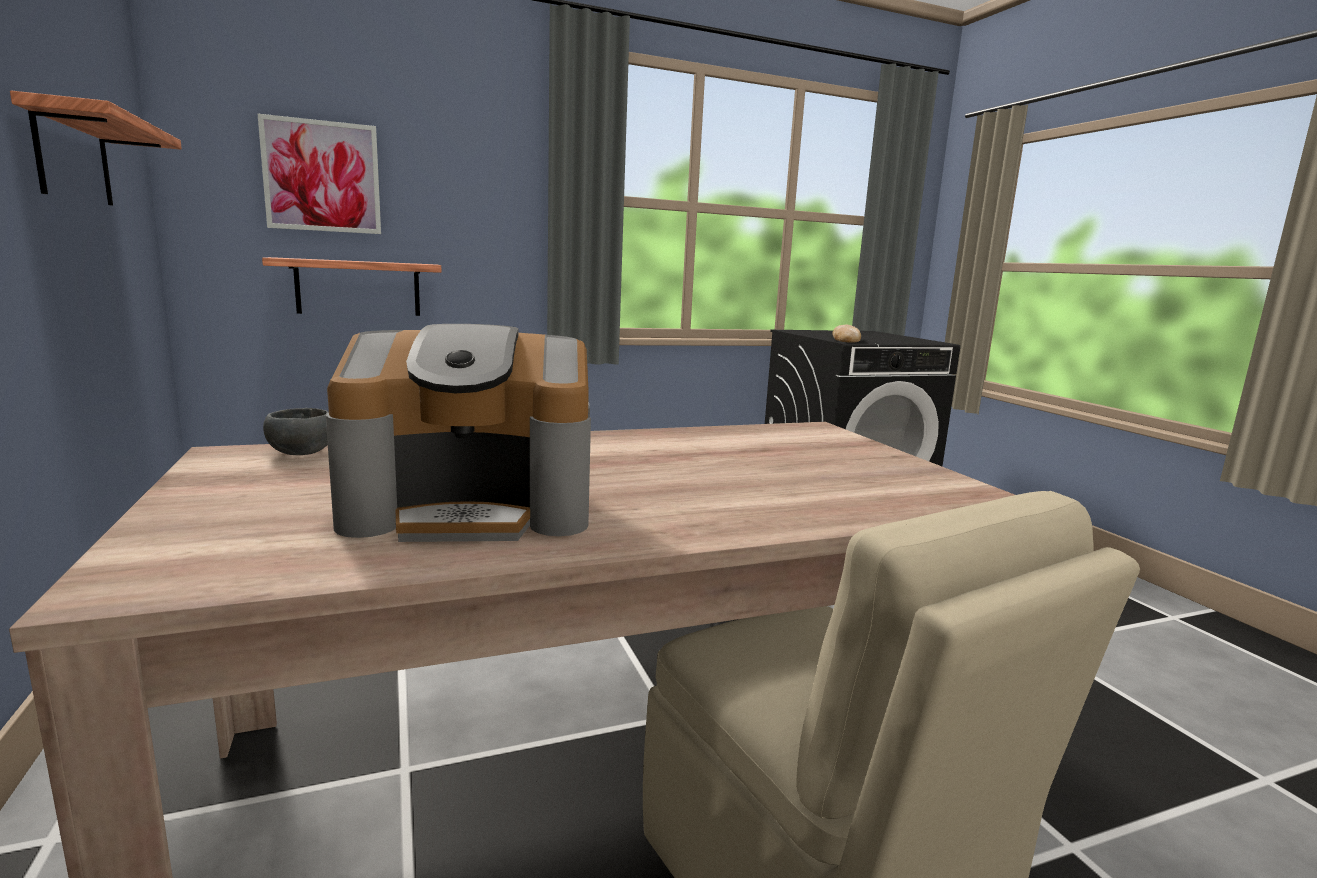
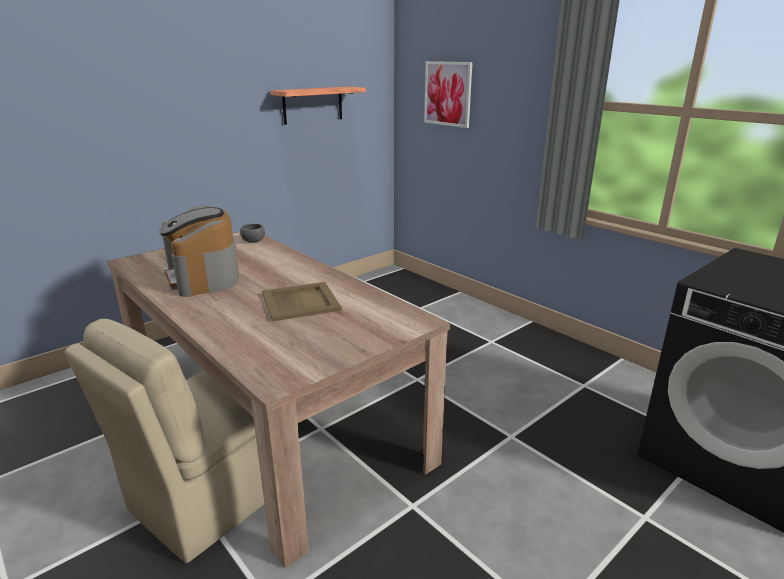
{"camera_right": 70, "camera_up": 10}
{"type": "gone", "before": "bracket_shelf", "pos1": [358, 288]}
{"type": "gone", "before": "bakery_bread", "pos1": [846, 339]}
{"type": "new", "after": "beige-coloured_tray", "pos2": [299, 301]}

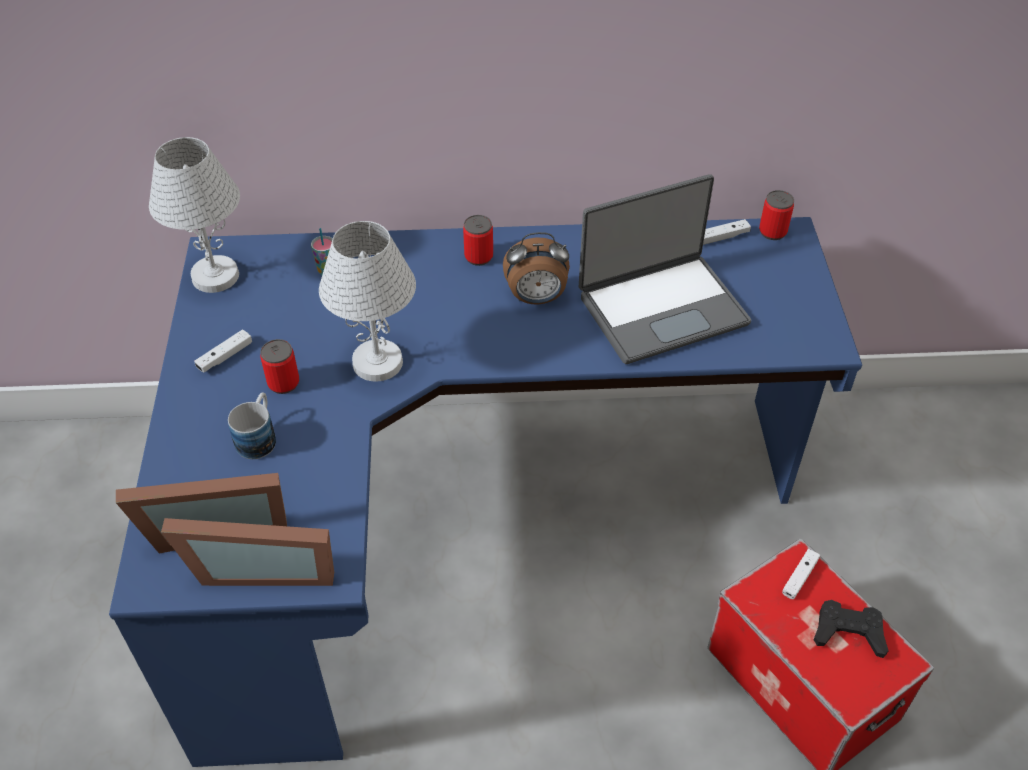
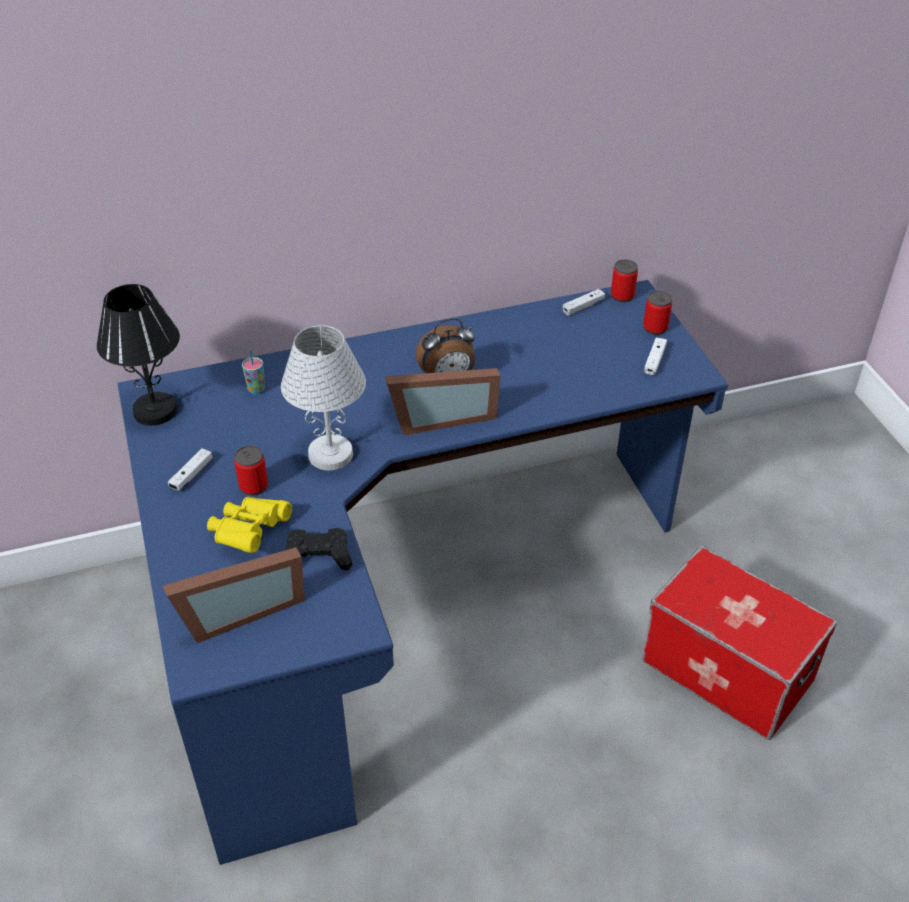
{"camera_right": -15, "camera_up": -5}
{"type": "gone", "before": "notebook_computer", "pos1": [661, 308]}
{"type": "shifted", "before": "photo_frame", "pos1": [263, 566], "pos2": [441, 417]}
{"type": "shifted", "before": "sealed_can", "pos1": [478, 257], "pos2": [655, 328]}
{"type": "shifted", "before": "whitish_joypad", "pos1": [799, 577], "pos2": [654, 360]}
{"type": "shifted", "before": "blackish_joypad", "pos1": [849, 632], "pos2": [317, 556]}
{"type": "swapped", "before": "tea_mug", "after": "yellow_binoculars", "pos1": [259, 436], "pos2": [249, 533]}
{"type": "repainted", "before": "whitish_lamp_for_a_table", "after": "blackish_lamp_for_a_table", "pos1": [216, 276], "pos2": [156, 411]}

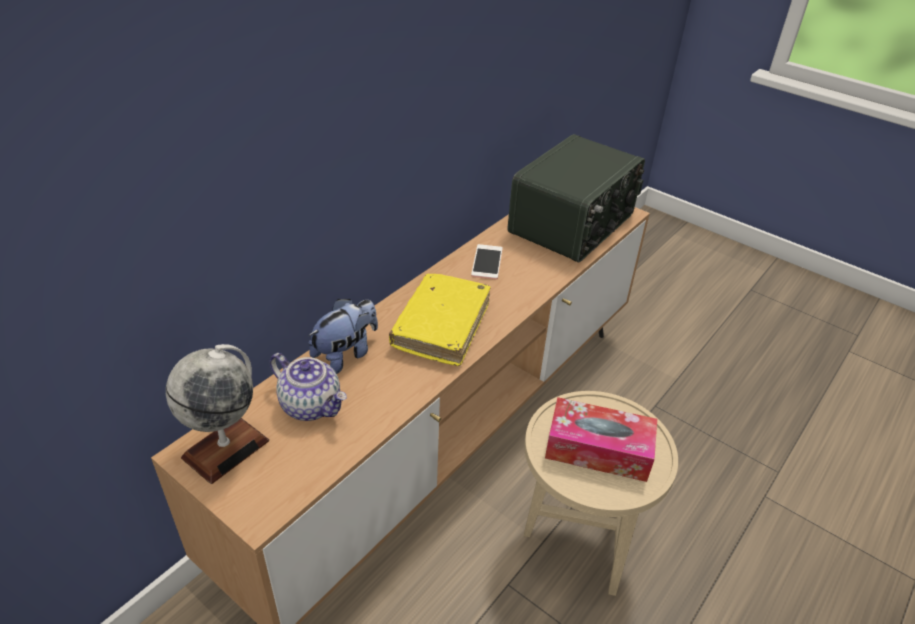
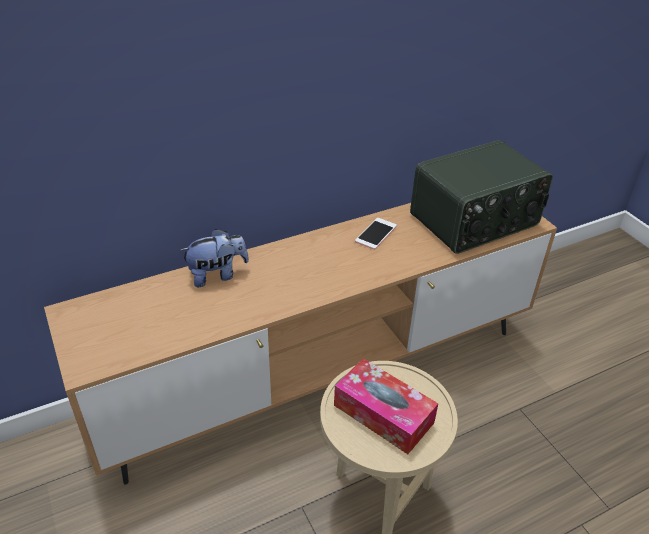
{"camera_right": 25, "camera_up": 0}
{"type": "gone", "before": "globe", "pos1": [226, 448]}
{"type": "gone", "before": "teapot", "pos1": [312, 405]}
{"type": "gone", "before": "yellow_book", "pos1": [441, 326]}

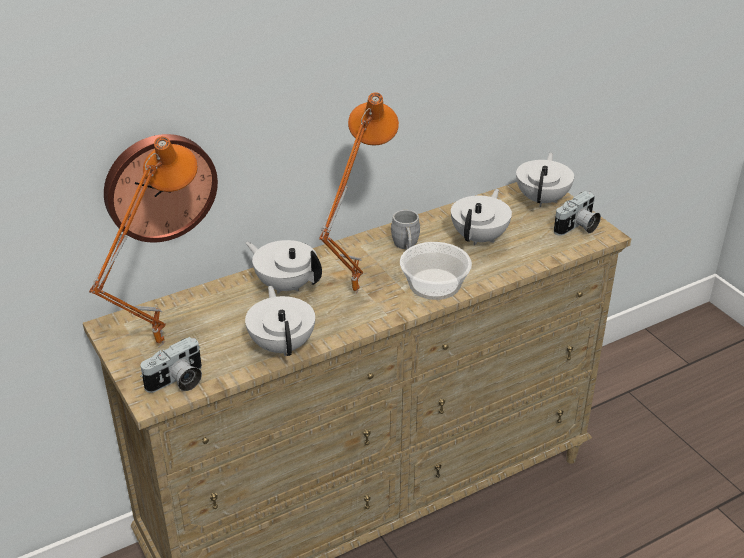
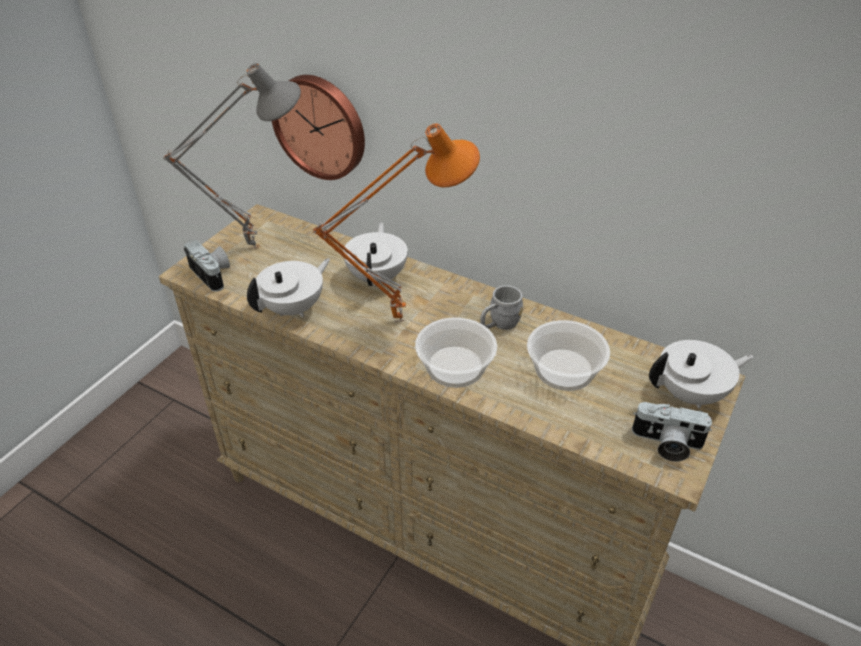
{"camera_right": 60, "camera_up": 5}
{"type": "swapped", "before": "whitish_teapot", "after": "deep_dish", "pos1": [480, 237], "pos2": [565, 370]}
{"type": "repainted", "before": "orangey_lamp_for_a_table", "after": "grey_lamp_for_a_table", "pos1": [158, 343], "pos2": [254, 246]}
{"type": "rotated", "before": "photo_camera", "pos1": [177, 382], "pos2": [213, 274], "turn": -150}

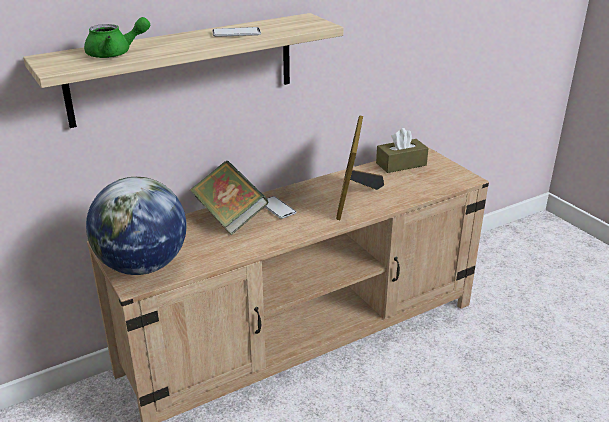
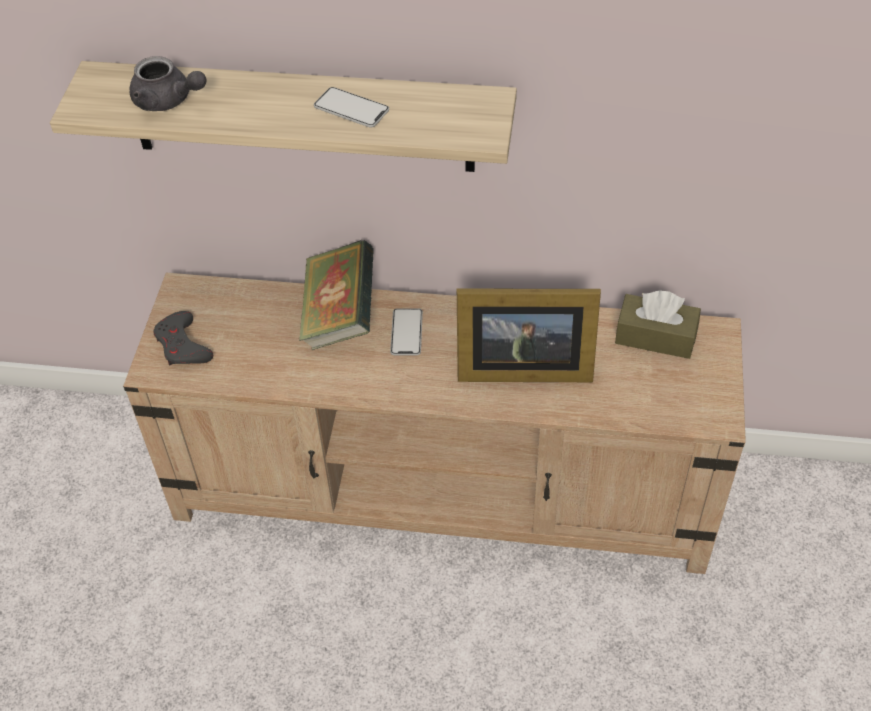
{"camera_right": 40, "camera_up": 20}
{"type": "swapped", "before": "globe", "after": "grey_joypad", "pos1": [142, 266], "pos2": [183, 345]}
{"type": "repainted", "before": "greenish_teapot", "after": "grey_teapot", "pos1": [115, 54], "pos2": [168, 101]}
{"type": "rotated", "before": "photo_frame", "pos1": [354, 197], "pos2": [520, 366], "turn": -135}

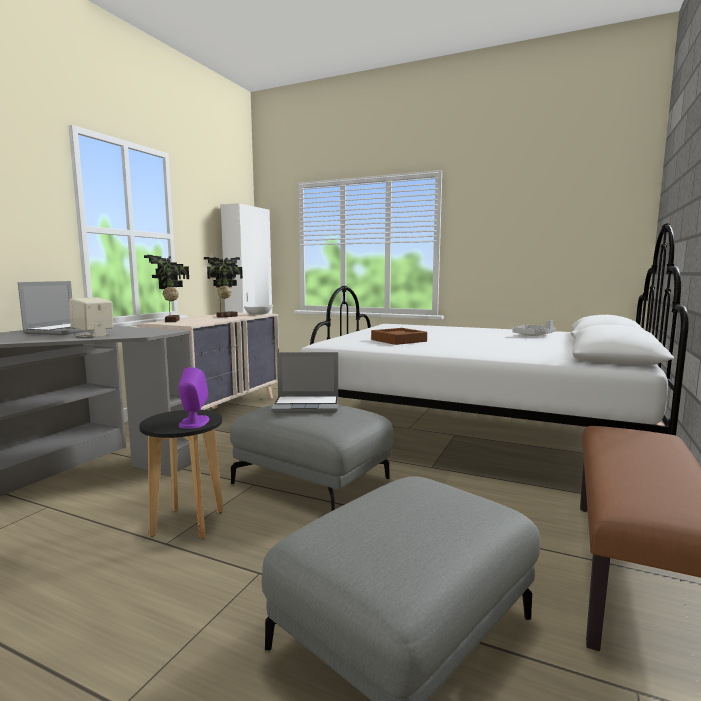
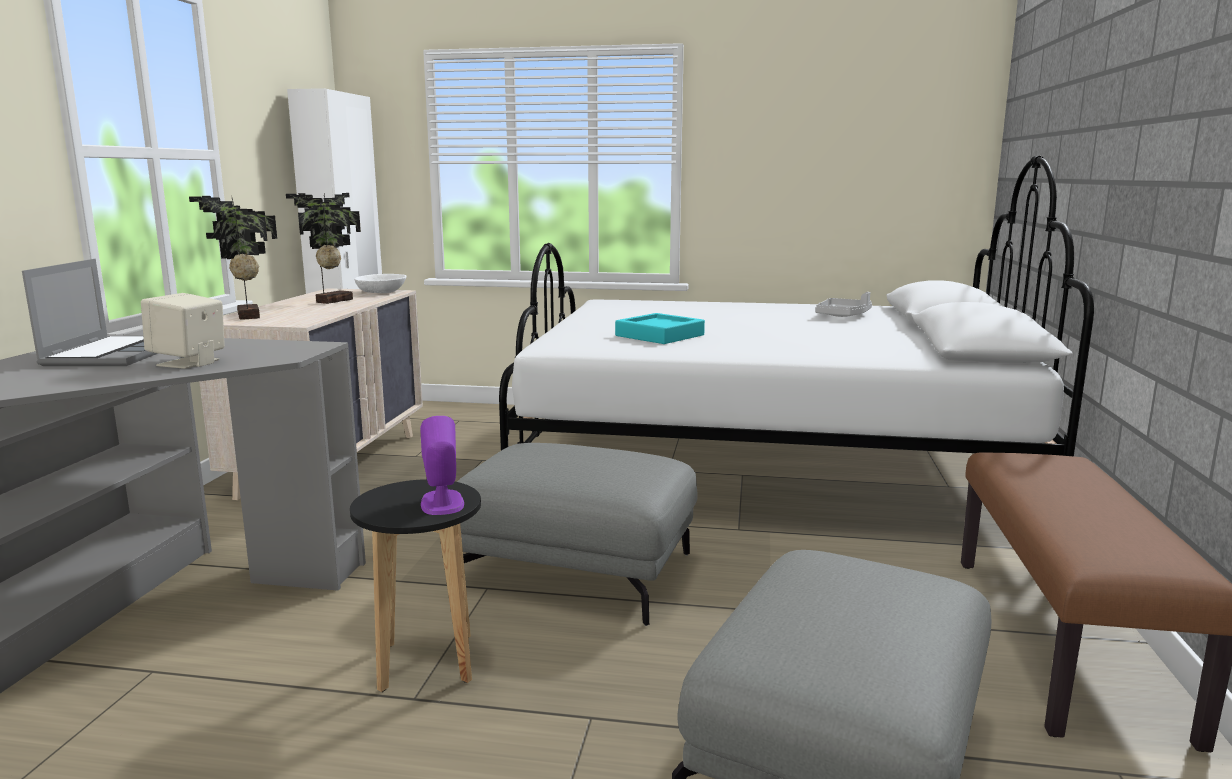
{"camera_right": -15, "camera_up": 5}
{"type": "gone", "before": "notebook_computer", "pos1": [307, 405]}
{"type": "repainted", "before": "brownish_tray", "after": "turquoise_tray", "pos1": [398, 340], "pos2": [659, 335]}

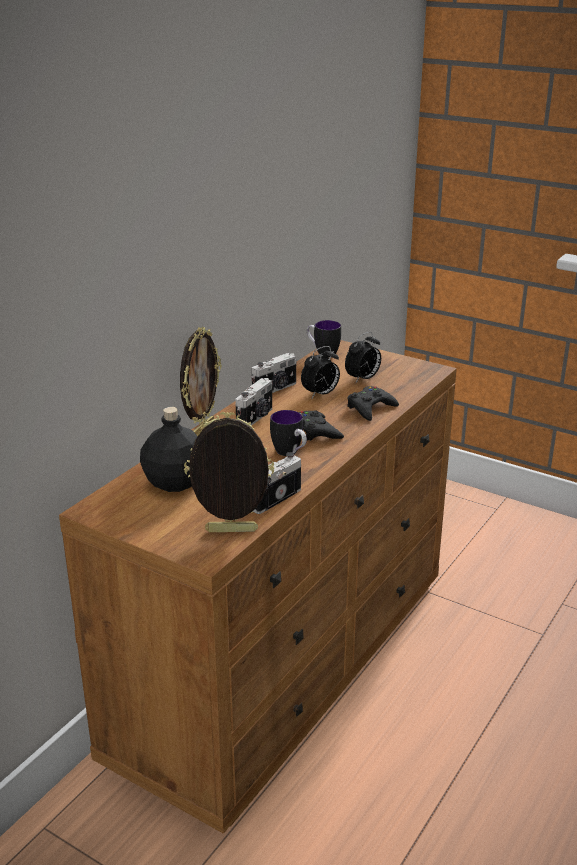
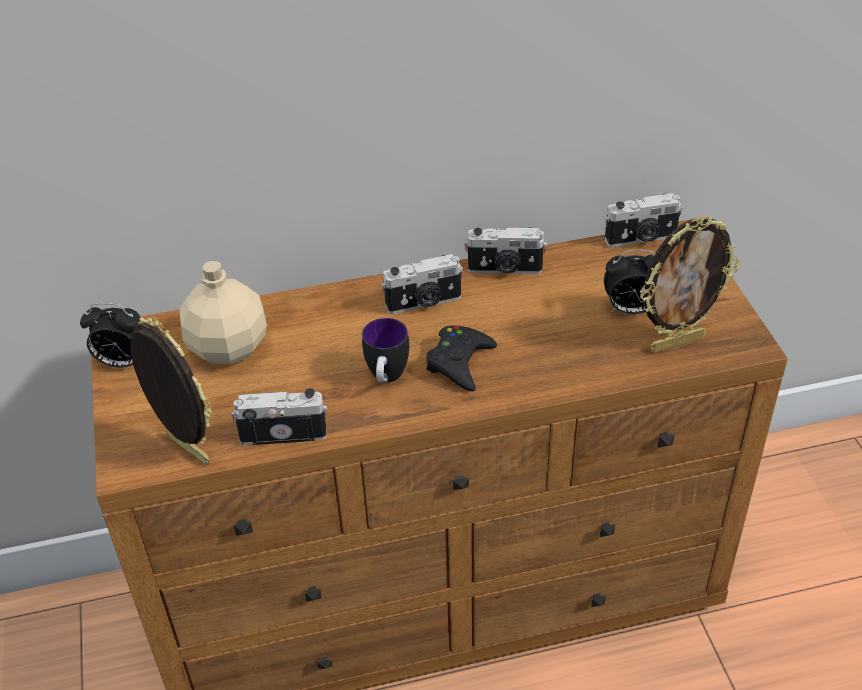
{"camera_right": 45, "camera_up": 15}
{"type": "gone", "before": "blackish_joypad", "pos1": [370, 408]}
{"type": "shifted", "before": "photo_frame", "pos1": [202, 430], "pos2": [676, 342]}
{"type": "shifted", "before": "bedside_clock", "pos1": [320, 394], "pos2": [123, 362]}
{"type": "swapped", "before": "tea_mug", "after": "photo_camera", "pos1": [322, 353], "pos2": [641, 239]}
{"type": "repainted", "before": "blackish_drink_bottle", "after": "beige-coloured_drink_bottle", "pos1": [174, 483], "pos2": [227, 348]}

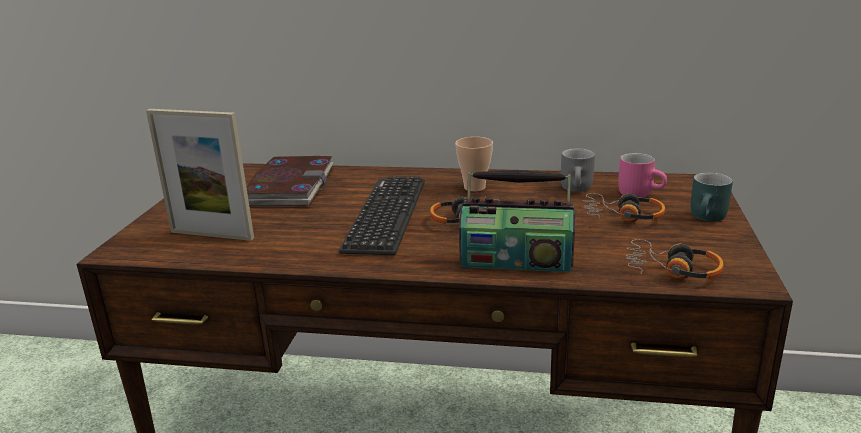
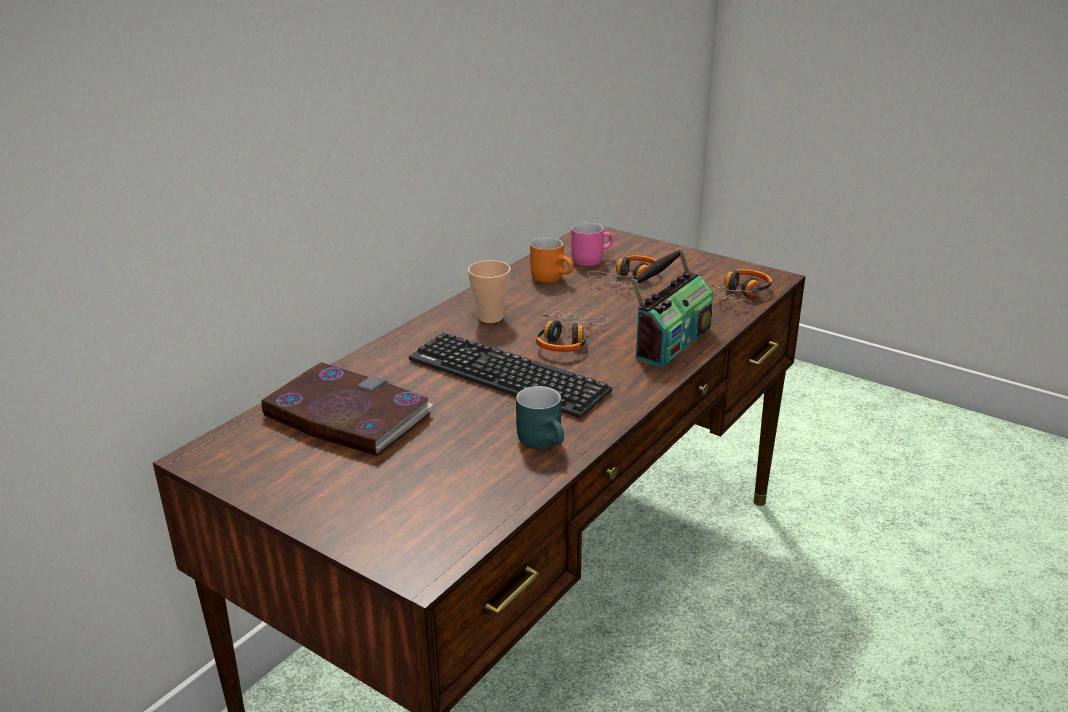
{"camera_right": -65, "camera_up": 5}
{"type": "gone", "before": "photo_frame", "pos1": [212, 235]}
{"type": "shifted", "before": "turquoise_tea_mug", "pos1": [709, 218], "pos2": [545, 441]}
{"type": "repainted", "before": "grey_tea_mug", "after": "orangey_tea_mug", "pos1": [578, 189], "pos2": [552, 277]}

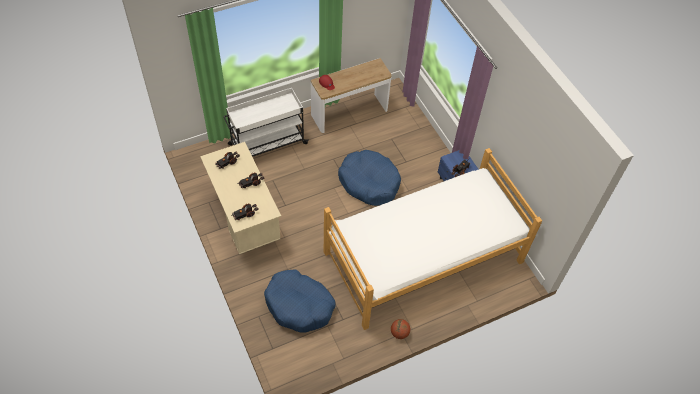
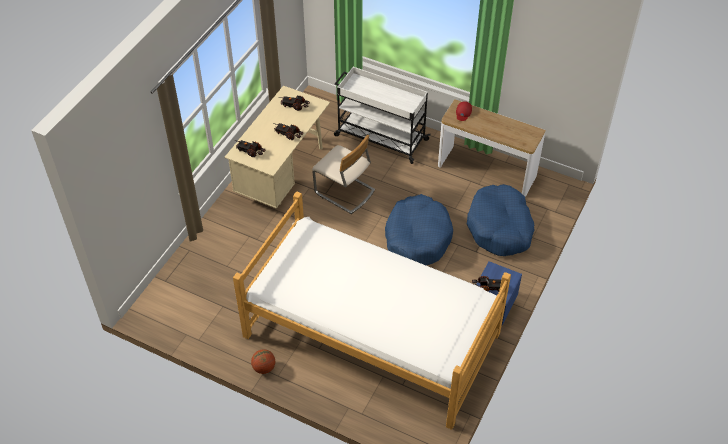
{"camera_right": 55, "camera_up": -5}
{"type": "new", "after": "beige-coloured_plain_chair", "pos2": [344, 192]}
{"type": "shifted", "before": "blue_dog_cushion", "pos1": [299, 305], "pos2": [500, 227]}

